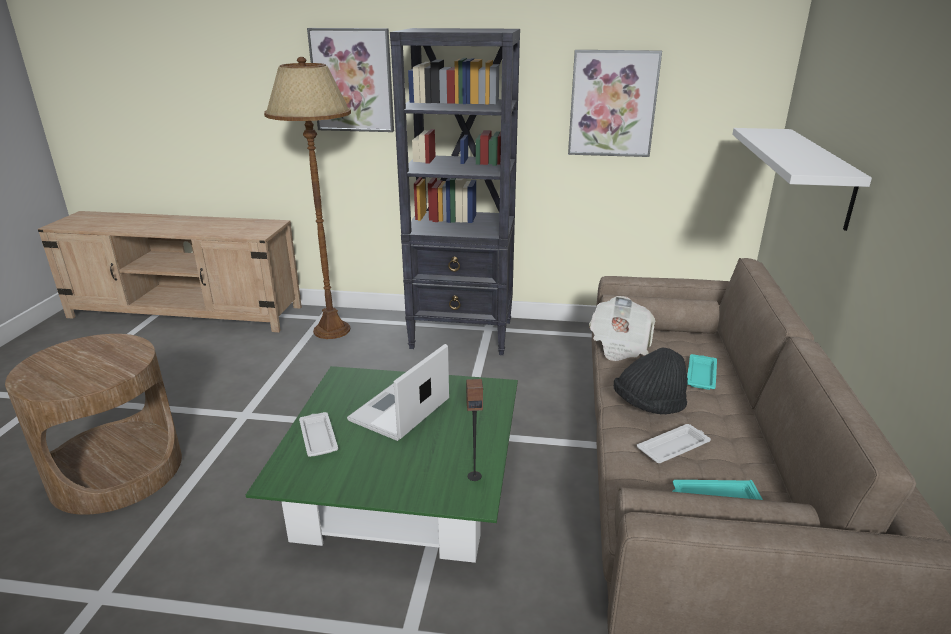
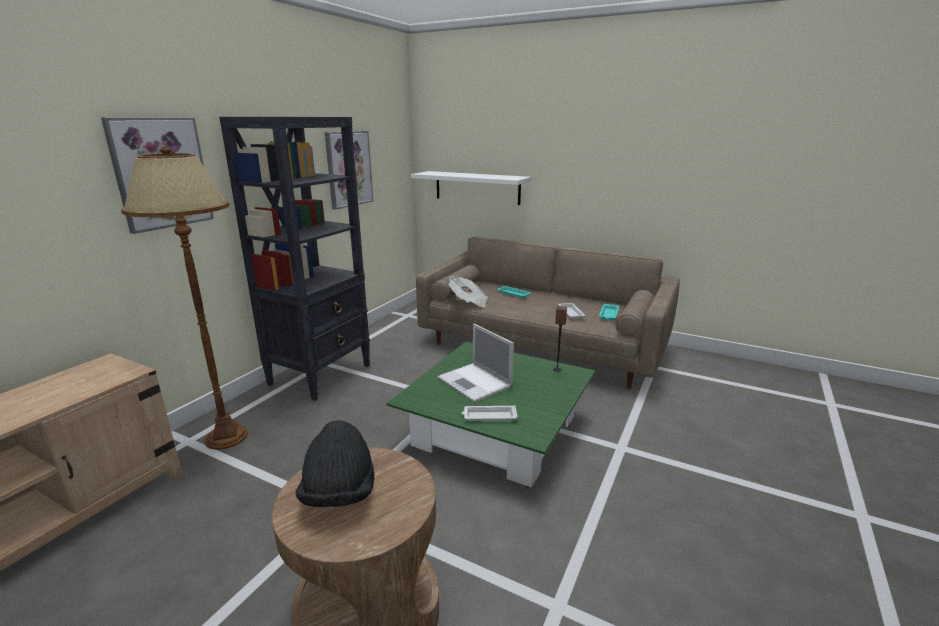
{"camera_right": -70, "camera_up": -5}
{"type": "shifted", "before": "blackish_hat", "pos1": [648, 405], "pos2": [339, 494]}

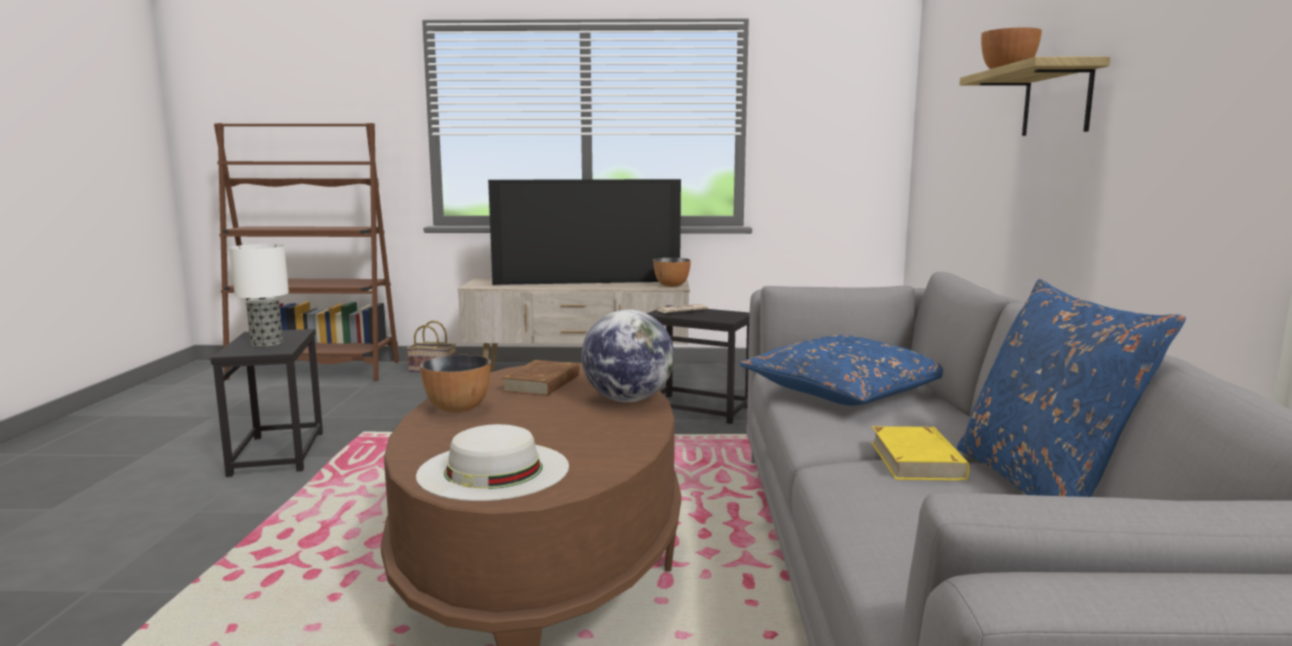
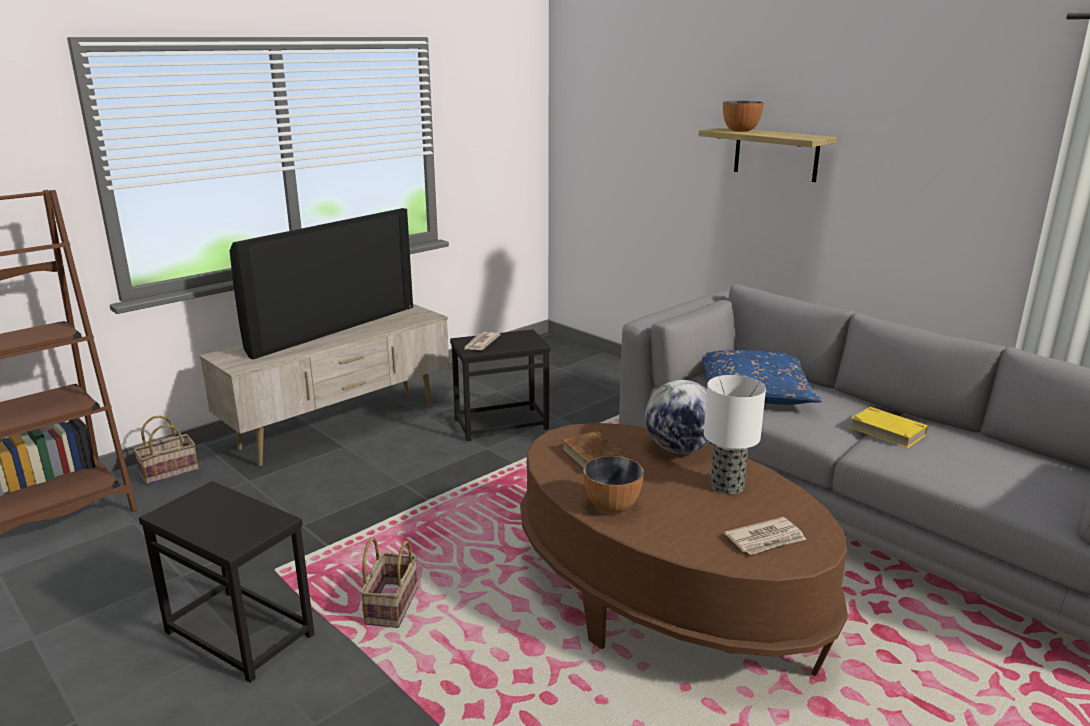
{"camera_right": -45, "camera_up": 10}
{"type": "gone", "before": "deep_dish", "pos1": [672, 285]}
{"type": "gone", "before": "blue_cushion", "pos1": [1043, 487]}
{"type": "new", "after": "basket", "pos2": [391, 604]}
{"type": "shifted", "before": "lamp_for_a_table", "pos1": [265, 343], "pos2": [726, 487]}
{"type": "swapped", "before": "whitish_hat", "after": "daily_paper", "pos1": [493, 470], "pos2": [766, 539]}

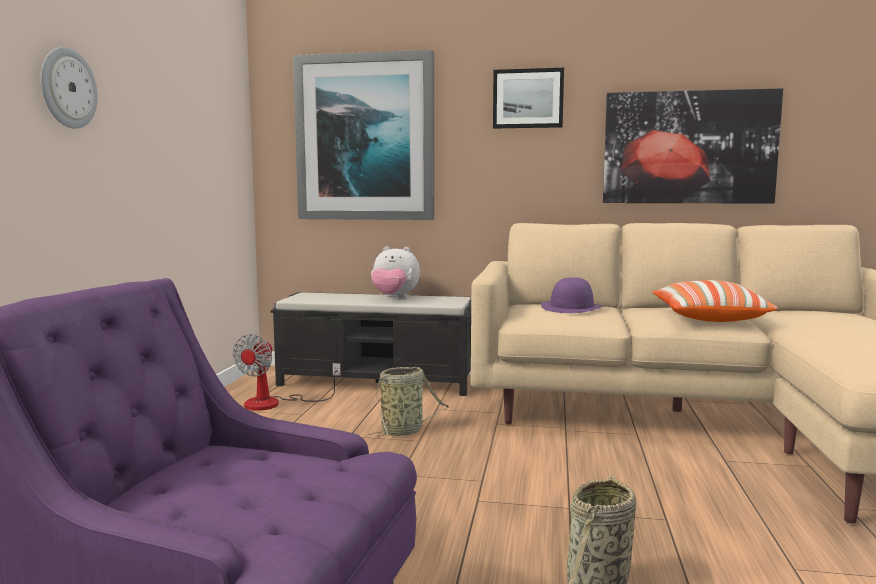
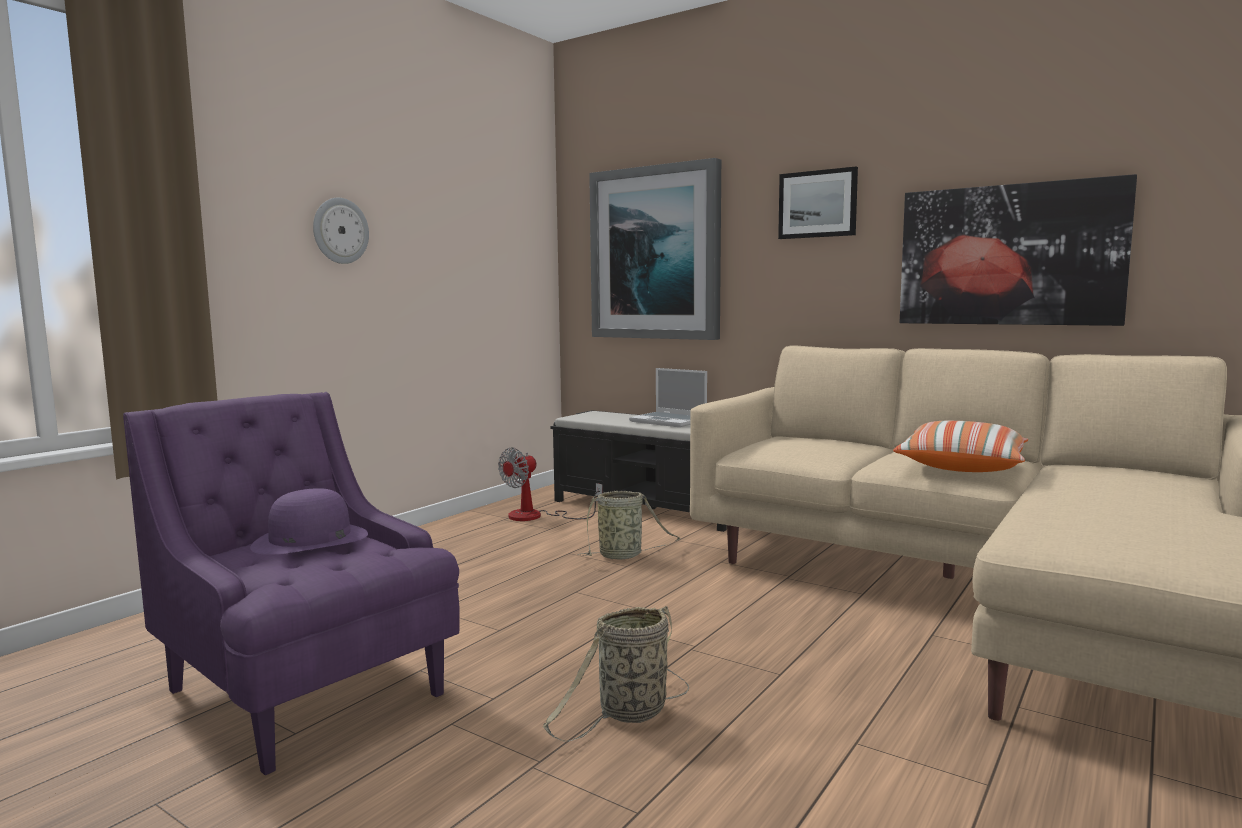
{"camera_right": 25, "camera_up": 0}
{"type": "shifted", "before": "purple_hat", "pos1": [571, 308], "pos2": [310, 540]}
{"type": "swapped", "before": "soft_toy", "after": "notebook_computer", "pos1": [394, 297], "pos2": [669, 421]}

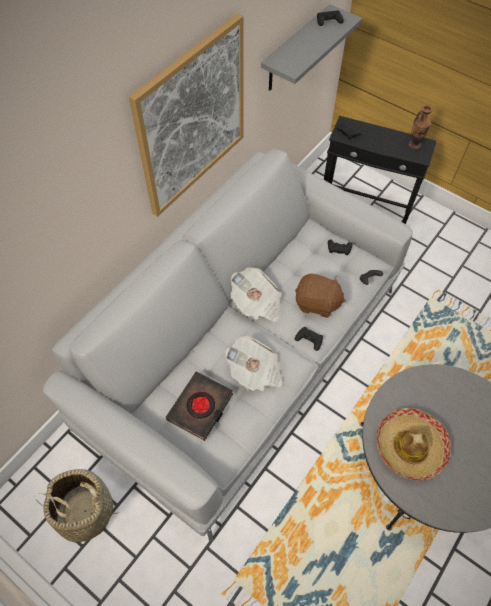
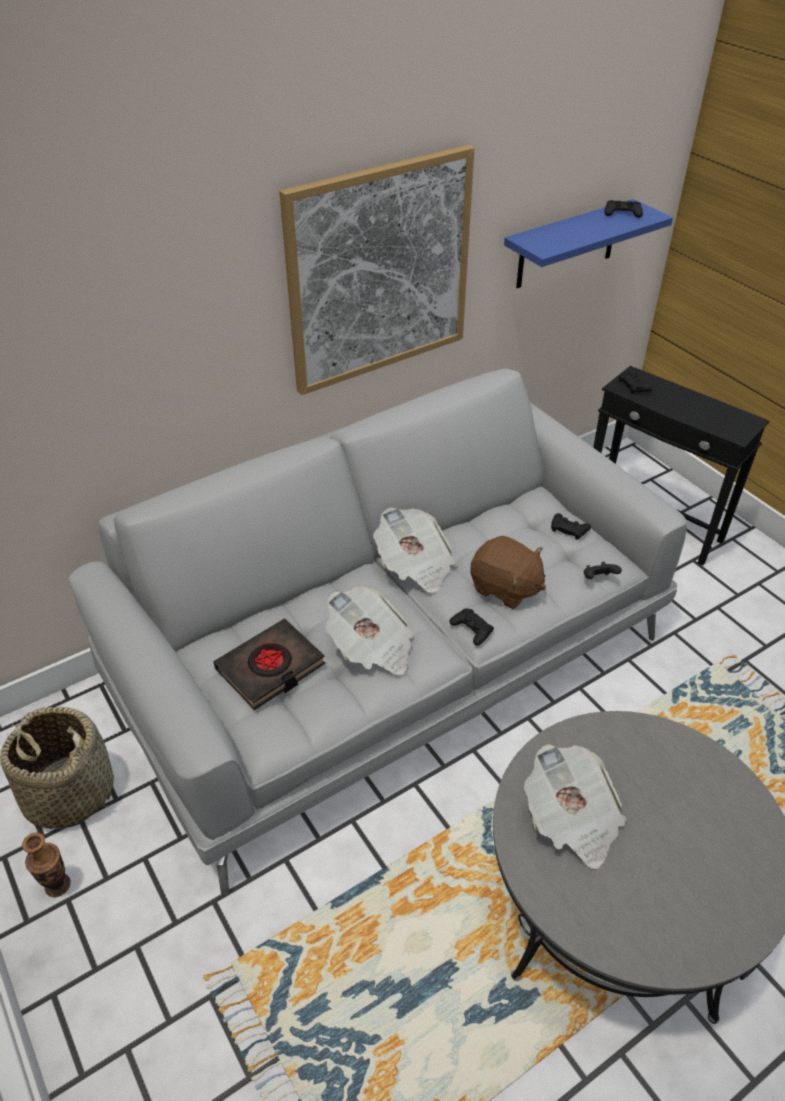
{"camera_right": 20, "camera_up": -15}
{"type": "shifted", "before": "flower_vase", "pos1": [414, 145], "pos2": [58, 885]}
{"type": "swapped", "before": "hat", "after": "daily_paper", "pos1": [410, 447], "pos2": [572, 820]}
{"type": "repainted", "before": "grey_bracket_shelf", "after": "blue_bracket_shelf", "pos1": [295, 50], "pos2": [567, 245]}

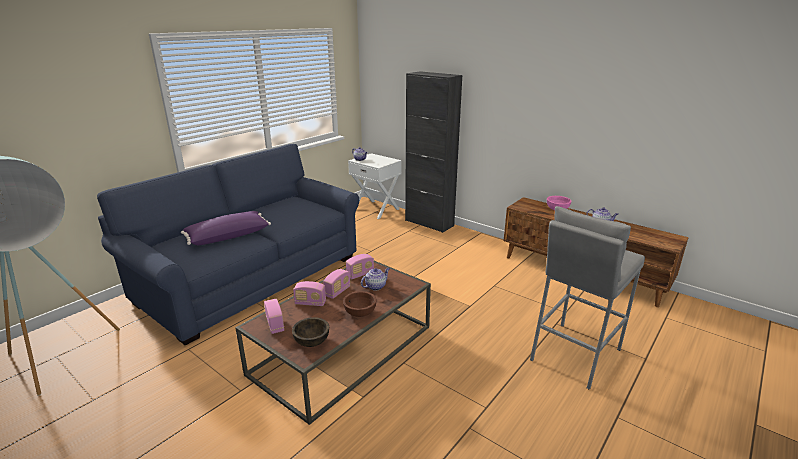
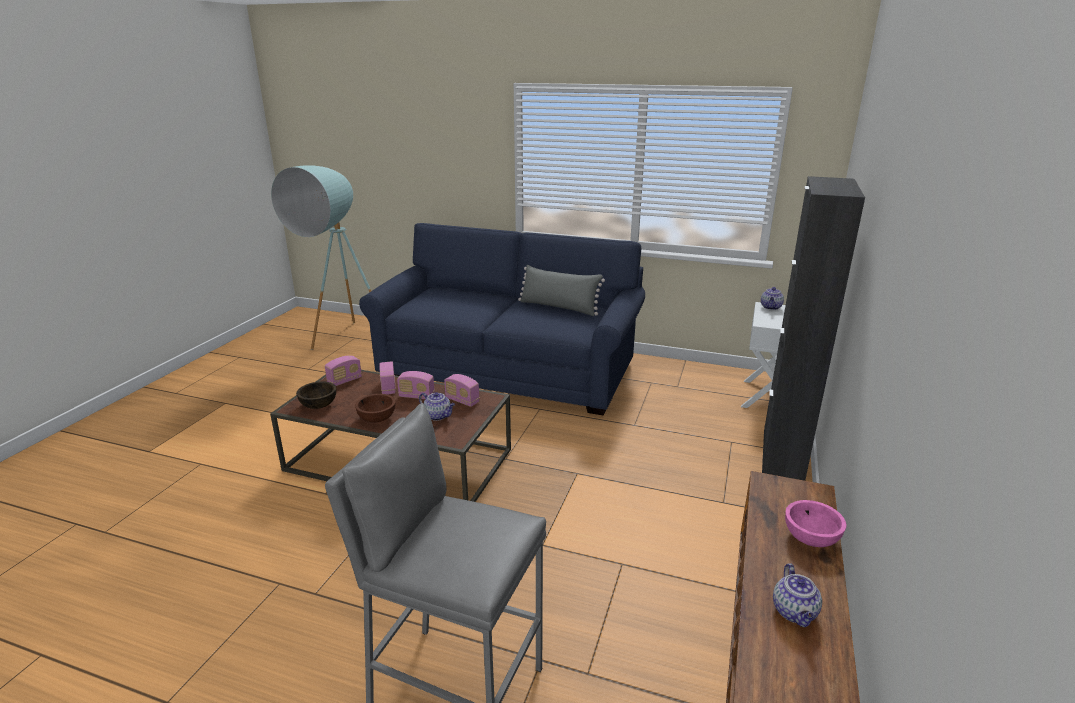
{"camera_right": 70, "camera_up": 0}
{"type": "gone", "before": "purple_cushion", "pos1": [228, 236]}
{"type": "new", "after": "grey_cushion", "pos2": [558, 307]}

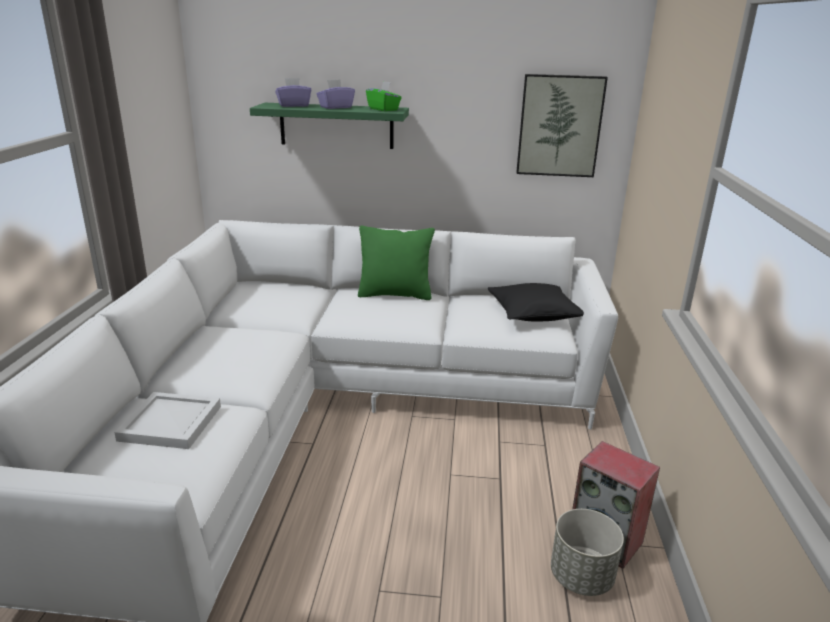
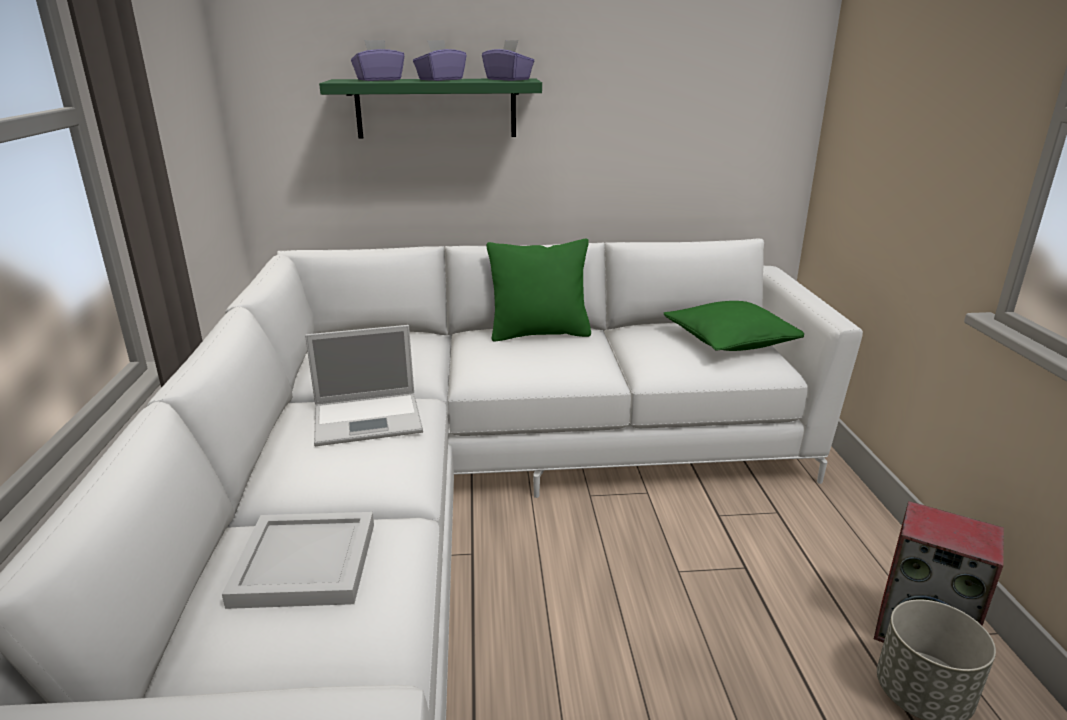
{"camera_right": -10, "camera_up": 0}
{"type": "gone", "before": "picture", "pos1": [559, 126]}
{"type": "new", "after": "notebook_computer", "pos2": [370, 419]}
{"type": "repainted", "before": "greenish_box_of_tissues", "after": "purple_box_of_tissues", "pos1": [383, 109], "pos2": [508, 79]}
{"type": "repainted", "before": "blackish_cushion", "after": "greenish_cushion", "pos1": [533, 314], "pos2": [730, 341]}

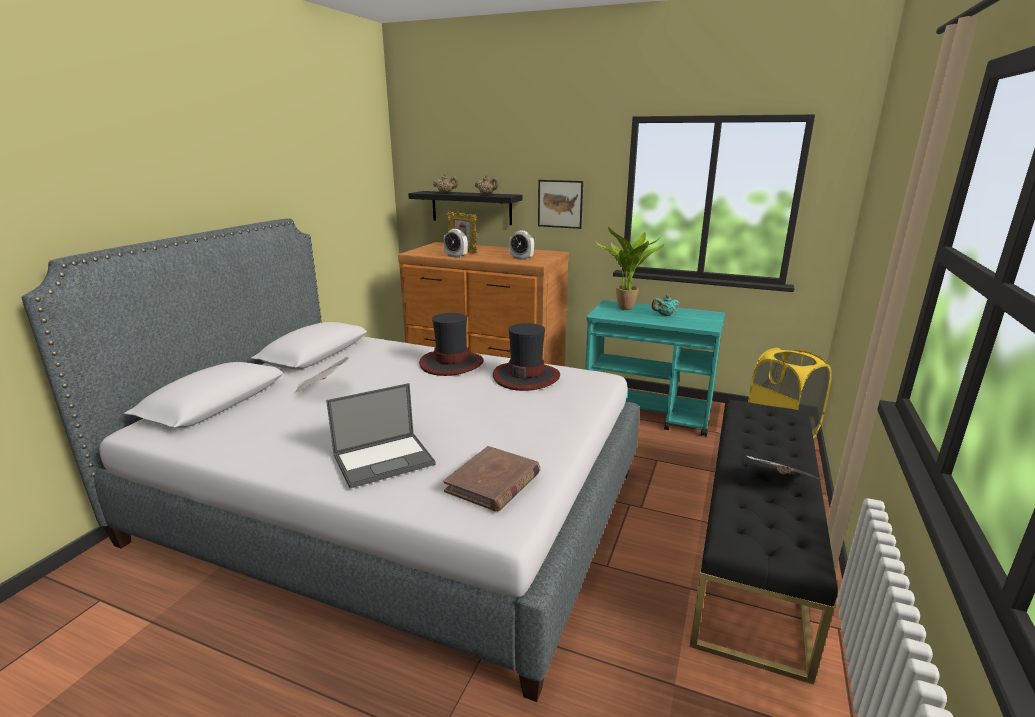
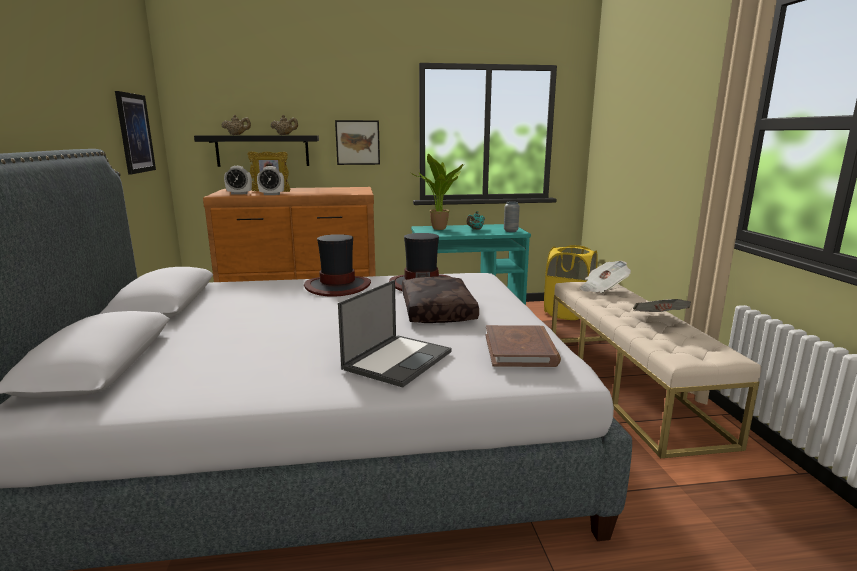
{"camera_right": -30, "camera_up": -5}
{"type": "new", "after": "picture", "pos2": [135, 133]}
{"type": "new", "after": "brownish_cushion", "pos2": [435, 310]}
{"type": "new", "after": "grey_flower_vase", "pos2": [510, 231]}
{"type": "shifted", "before": "daily_paper", "pos1": [322, 389], "pos2": [602, 289]}
{"type": "shifted", "before": "bedside_clock", "pos1": [521, 258], "pos2": [239, 193]}
{"type": "repainted", "before": "blackish_bench", "after": "beige-coloured_bench", "pos1": [752, 548], "pos2": [628, 385]}

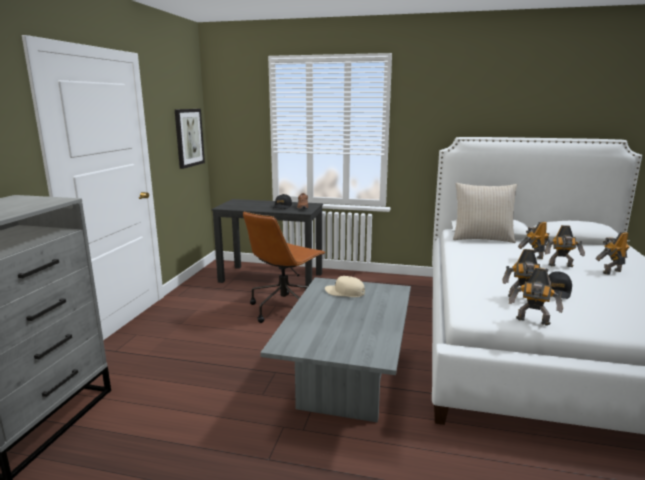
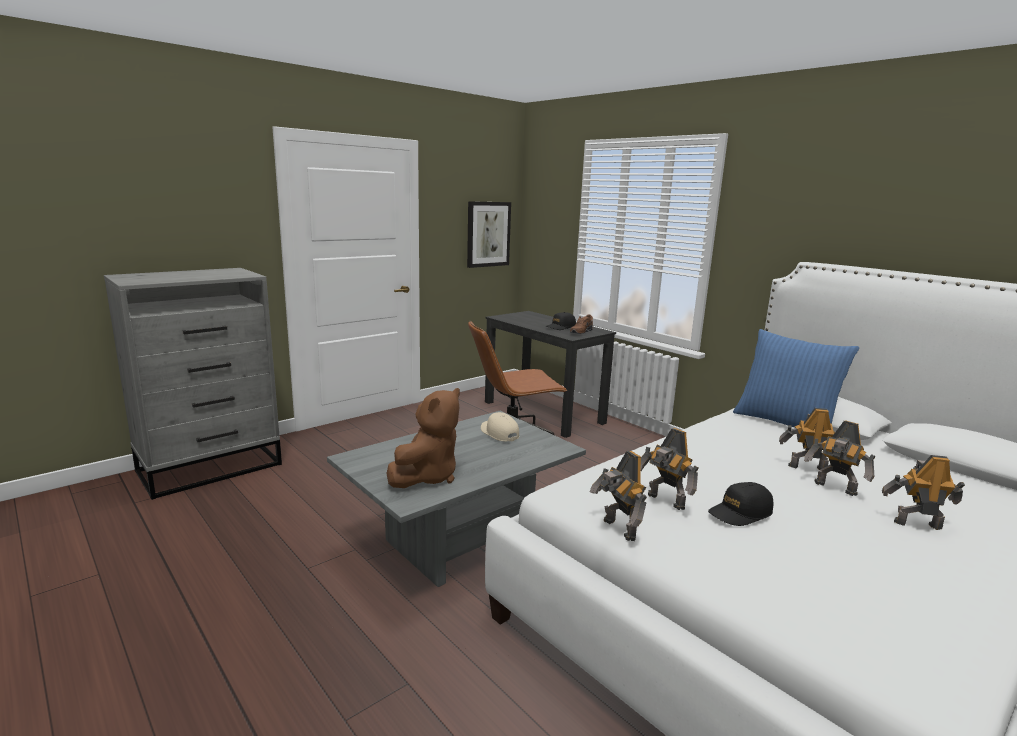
{"camera_right": 35, "camera_up": 0}
{"type": "new", "after": "brownish_soft_toy", "pos2": [427, 476]}
{"type": "repainted", "before": "beige-coloured_cushion", "after": "blue_cushion", "pos1": [482, 239], "pos2": [785, 422]}

